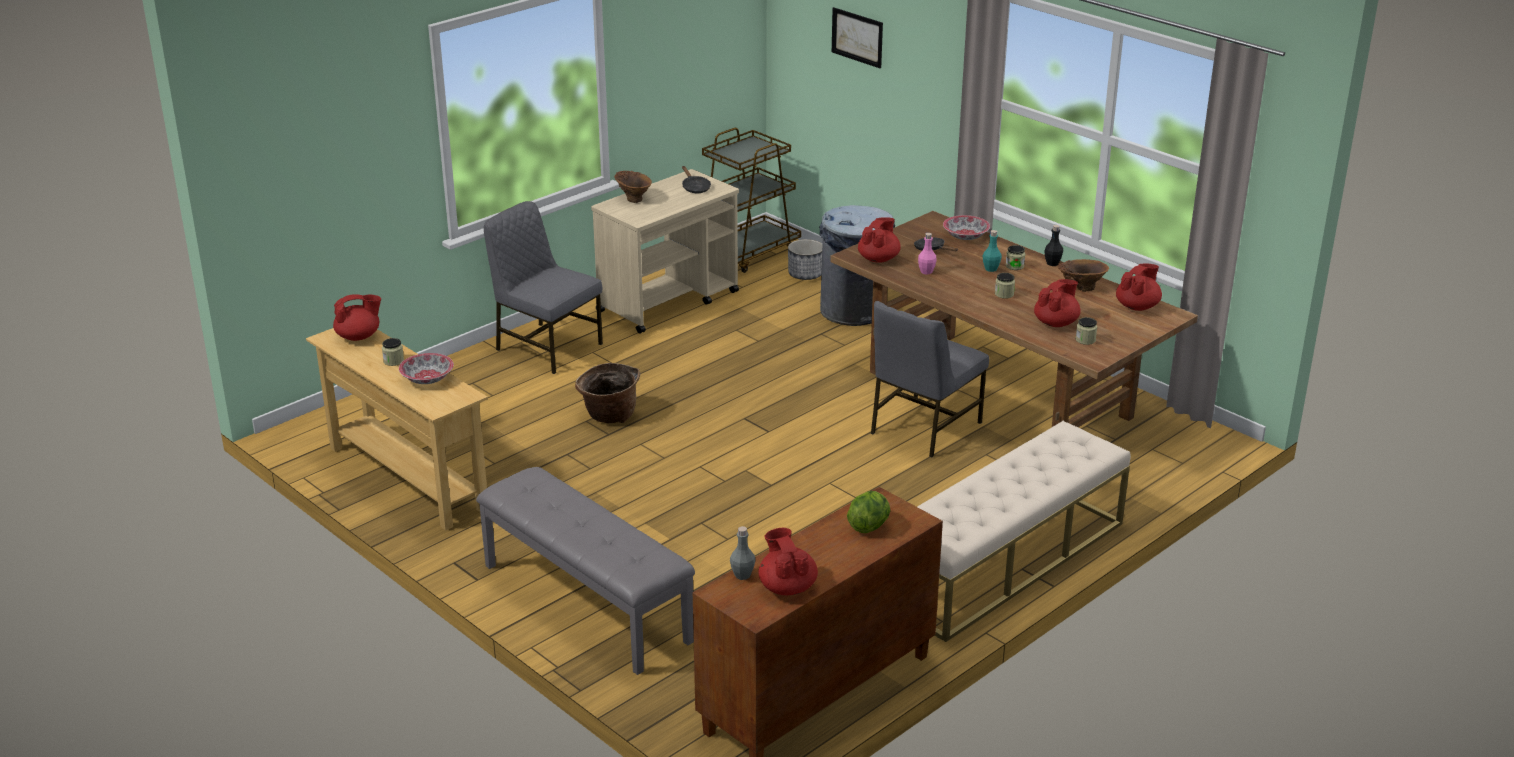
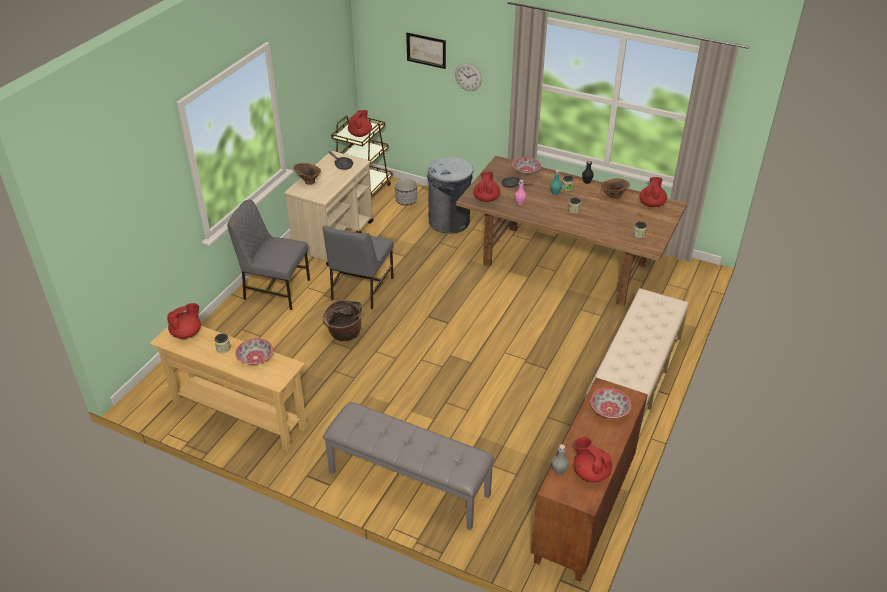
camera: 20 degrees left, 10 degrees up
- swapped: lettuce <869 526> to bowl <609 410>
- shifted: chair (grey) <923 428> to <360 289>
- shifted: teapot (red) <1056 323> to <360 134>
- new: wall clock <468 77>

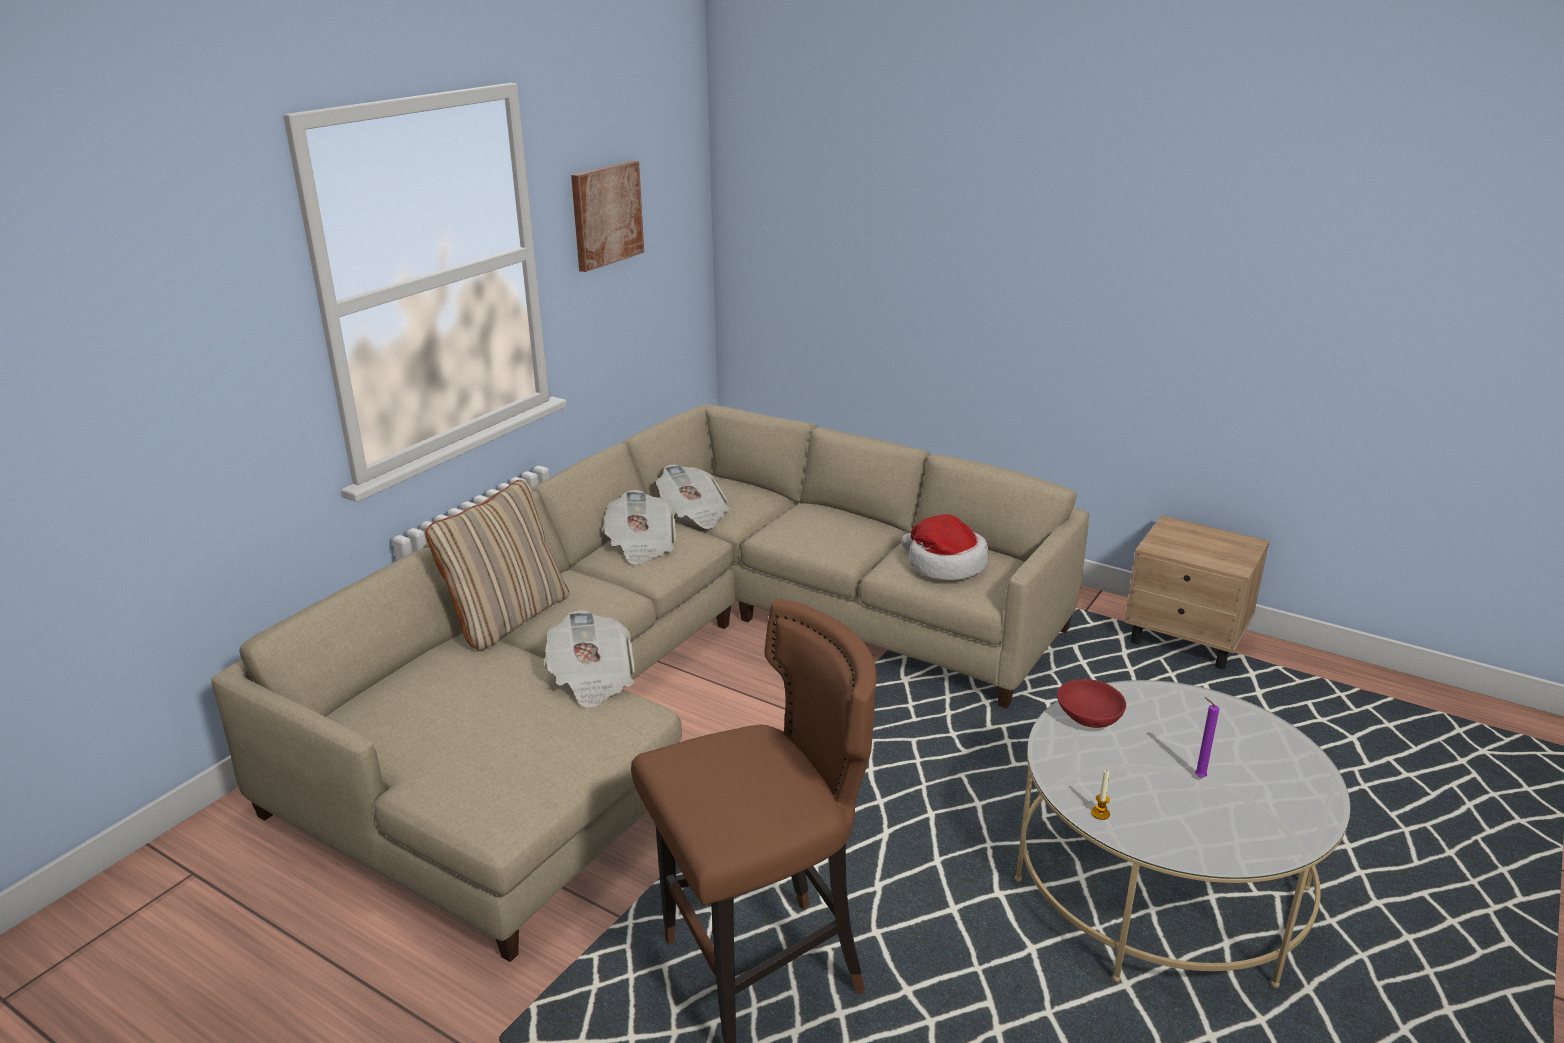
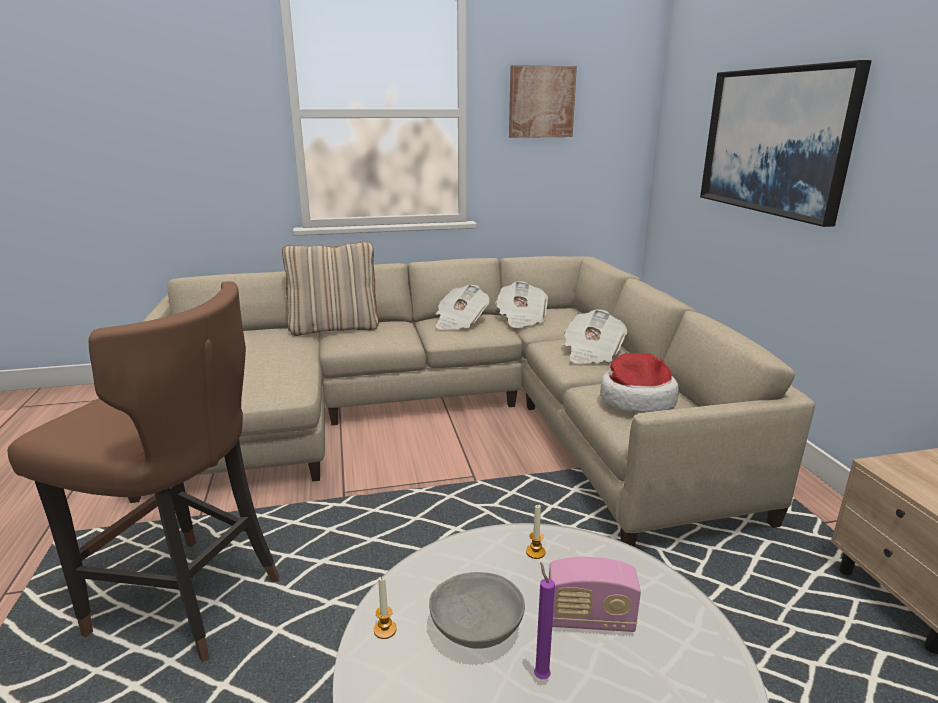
camera: 45 degrees right, 5 degrees down
- shifted: newspaper <592 679> to <591 353>
- swapped: bowl (red) <1089 718> to candle <535 552>
- new: bowl (grey) <476 630>
- new: radio <589 619>
- new: picture <775 141>

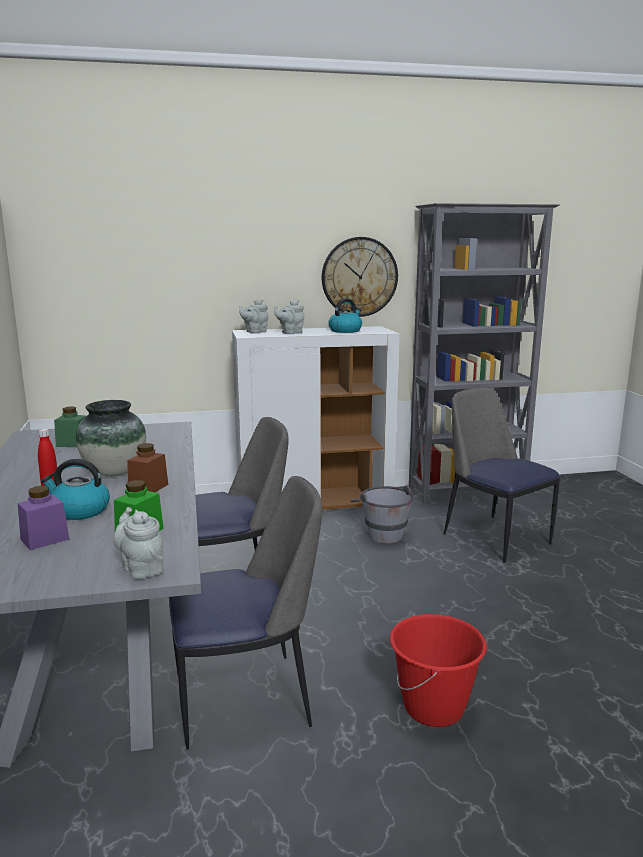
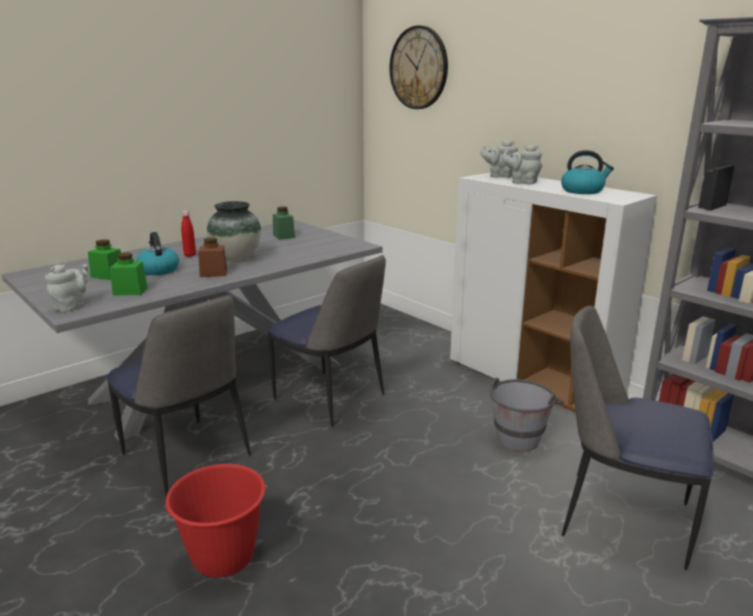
camera: 60 degrees right, 5 degrees up
- repainted: jar (purple) <45 539> to jar (green) <108 275>
- shifted: wall clock <359 277> to <419 68>
- rotated: chair <494 537> = <620 516> 90 degrees counterclockwise

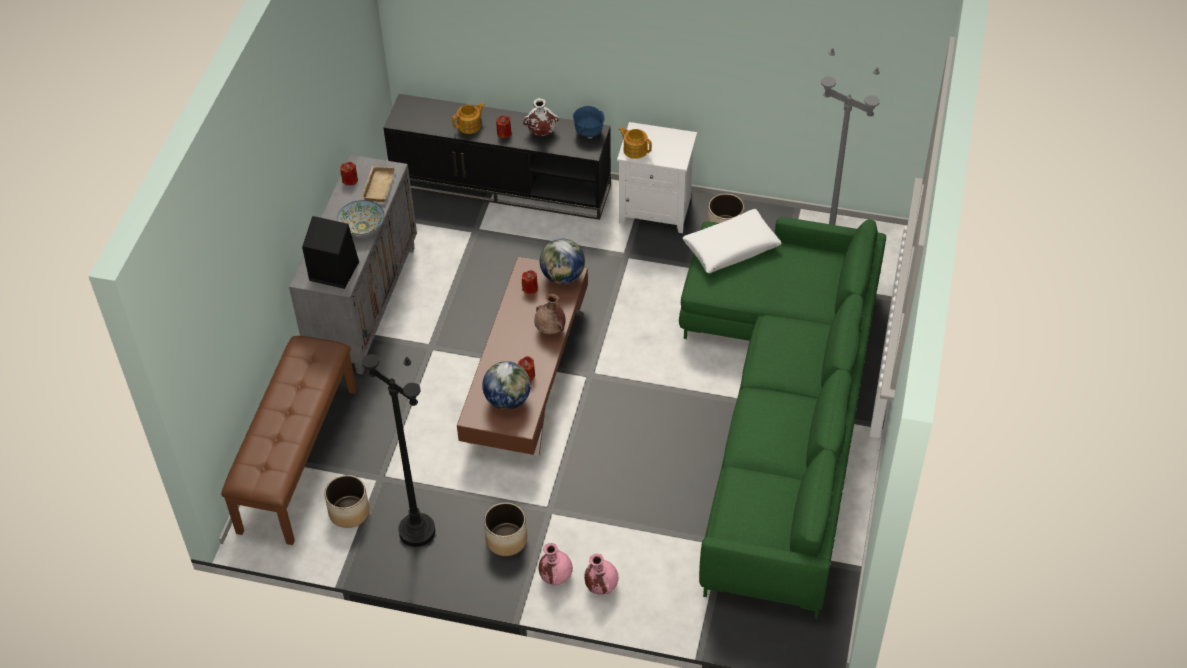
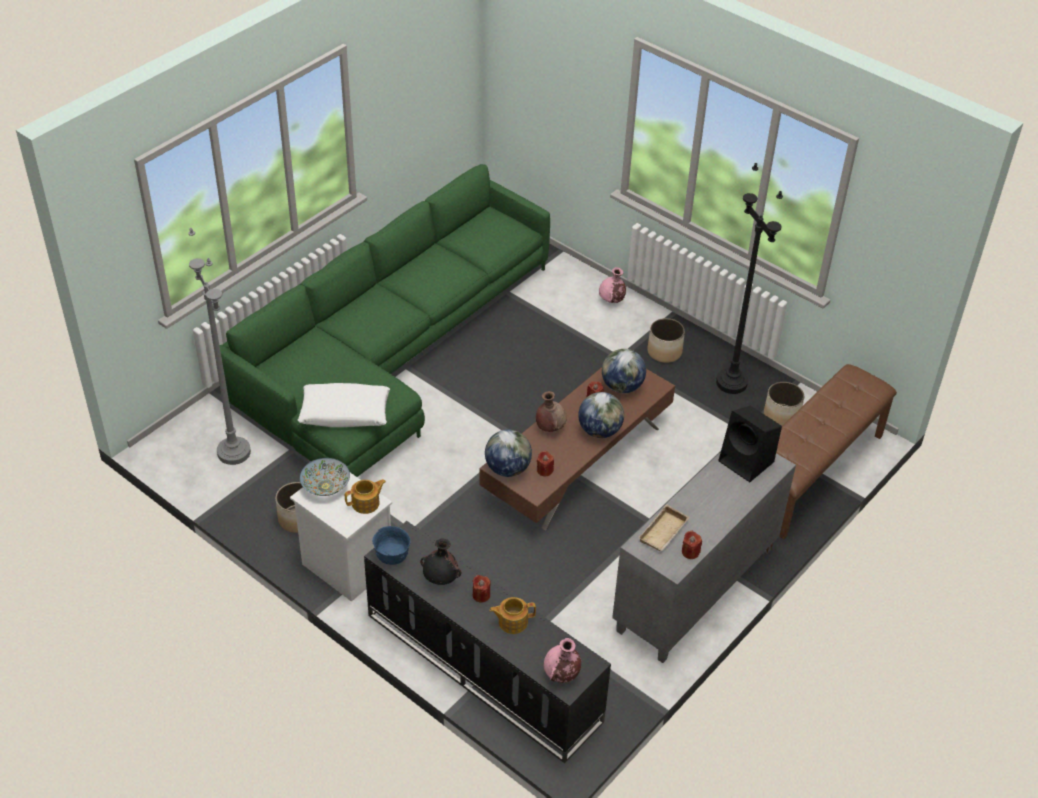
camera: 155 degrees left, 5 degrees down
- shifted: bowl <362 226> to <325 486>
- repainted: vase (white) <541 132> to vase (black) <441 579>
- shifted: vase (pink) <555 576> to <561 674>
- rotated: teapot <635 150> = <366 503> 90 degrees counterclockwise
- new: globe <599 430>

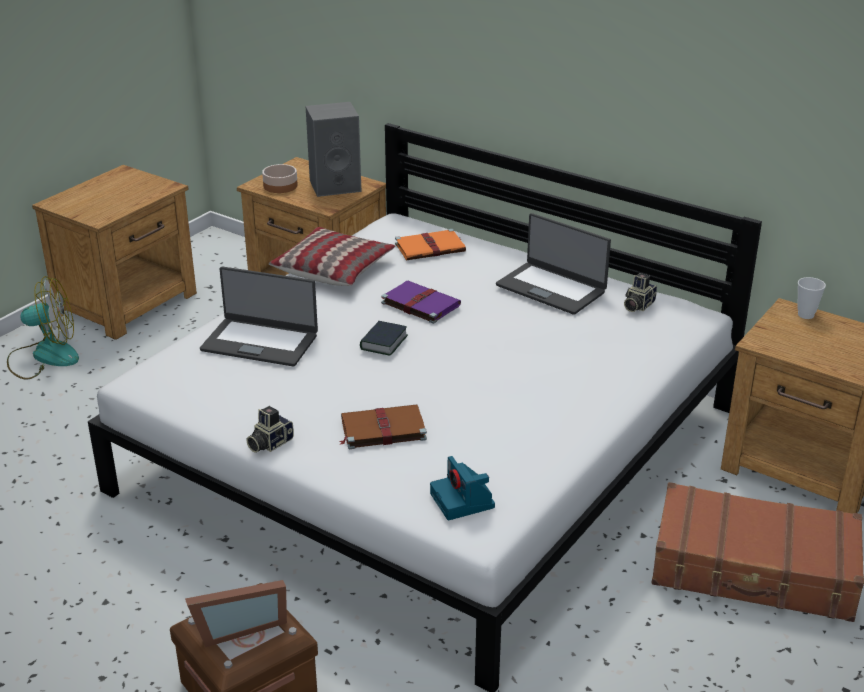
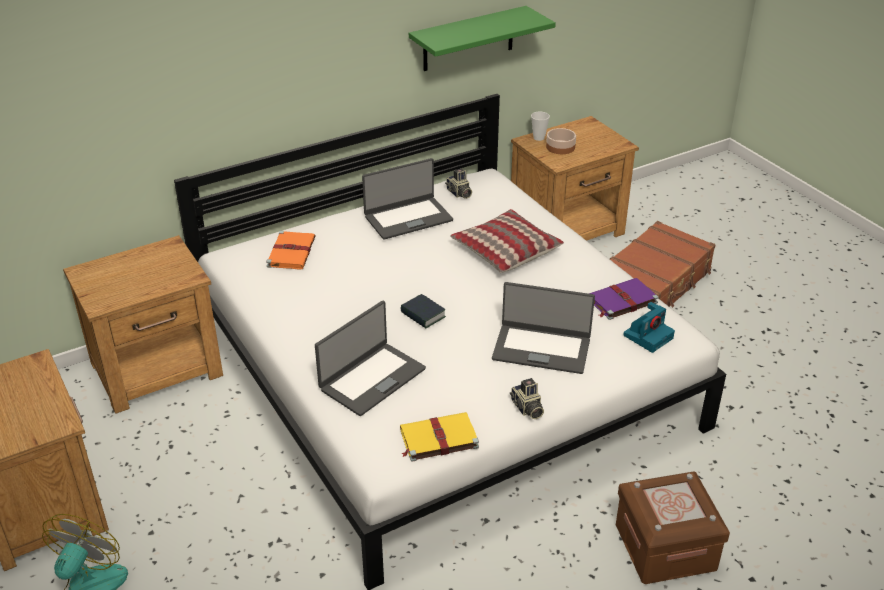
camera: 65 degrees left, 5 degrees up
- gone: picture frame <238 627>
- shifted: bowl <280 186> to <560 147>
- shifted: pillow <333 268> to <505 251>
- gone: speaker (grey) <336 185>
- swapped: book (brown) <381 429> to laptop <541 348>
- shifted: book (purple) <419 304> to <621 301>
- rotated: photo camera <463 501> = <648 336> 45 degrees counterclockwise
- new: book (yellow) <437 439>
- new: shelf (green) <468 39>

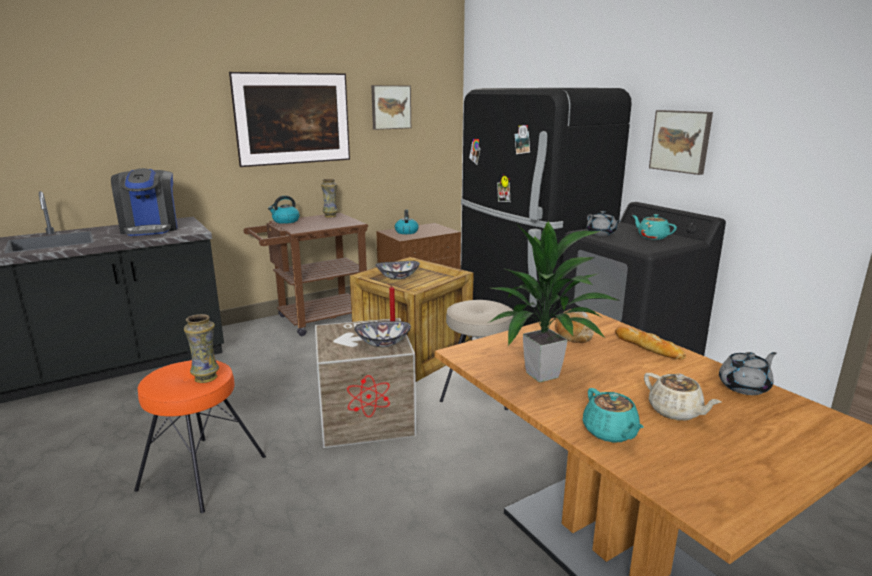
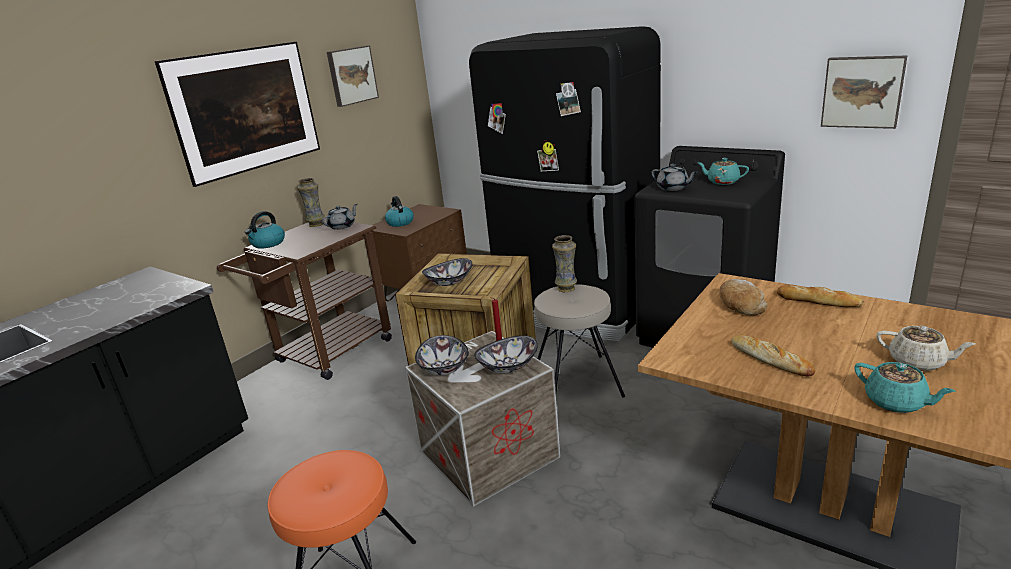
camera: 20 degrees left, 5 degrees up
- gone: coffee machine <150 229>
- shifted: vase <206 378> to <566 288>
- swapped: potted plant <544 375> to bread <770 359>
- shifted: picture <681 141> to <862 92>
- shifted: teapot (grey) <744 387> to <342 226>
- new: bowl <444 368>

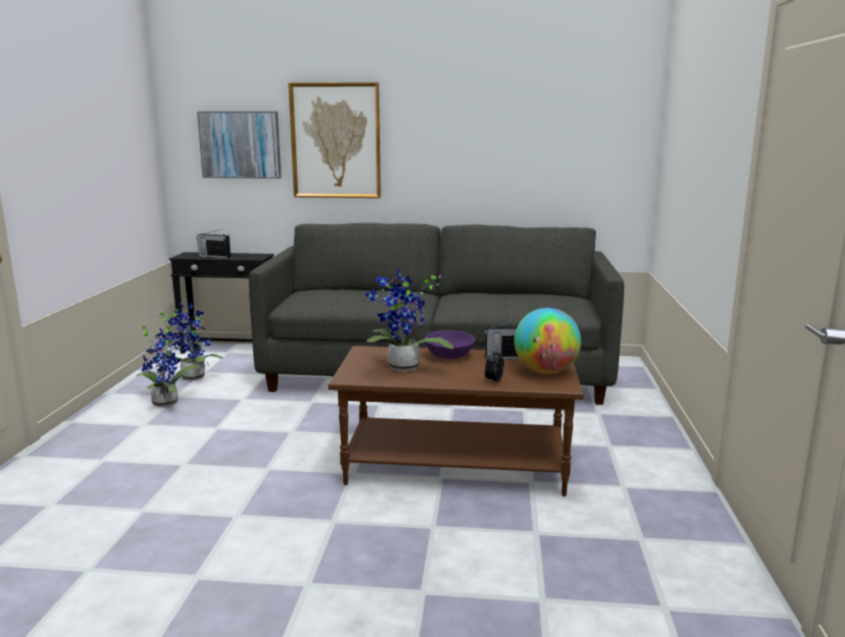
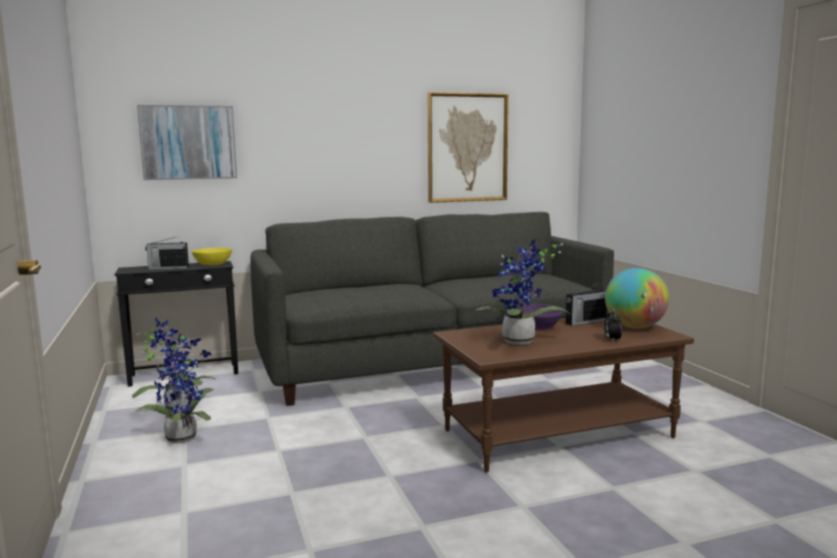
camera: 25 degrees left, 5 degrees down
- shifted: picture <336 141> to <467 147>
- new: bowl (yellow) <212 264>

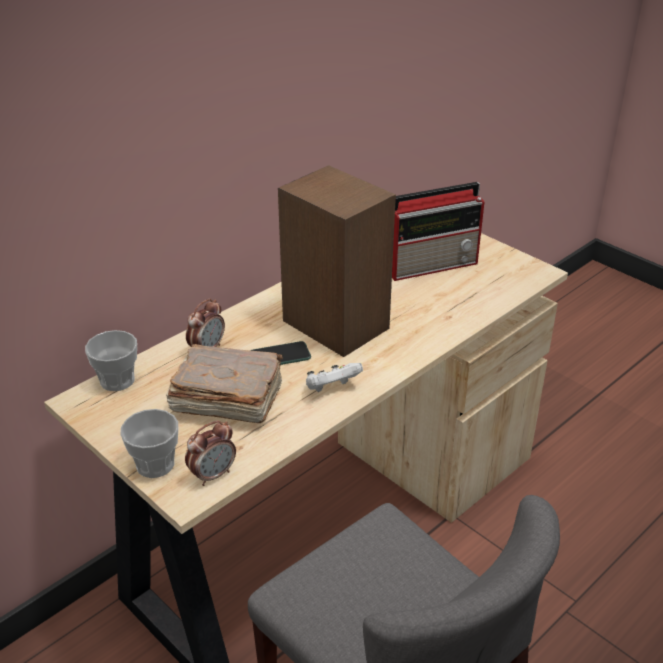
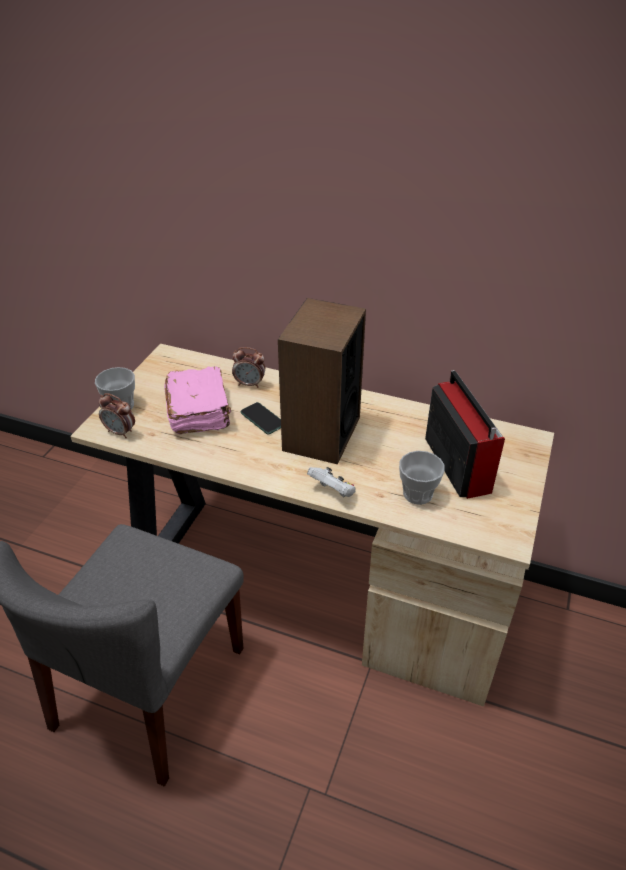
camera: 65 degrees right, 5 degrees up
- shifted: cup <117 380> to <417 494>
- repainted: book (brown) <226 399> to book (pink) <199 411>
- shifted: game controller (white) <331 388> to <333 492>
- rotated: radio <432 264> = <457 463> 150 degrees counterclockwise

